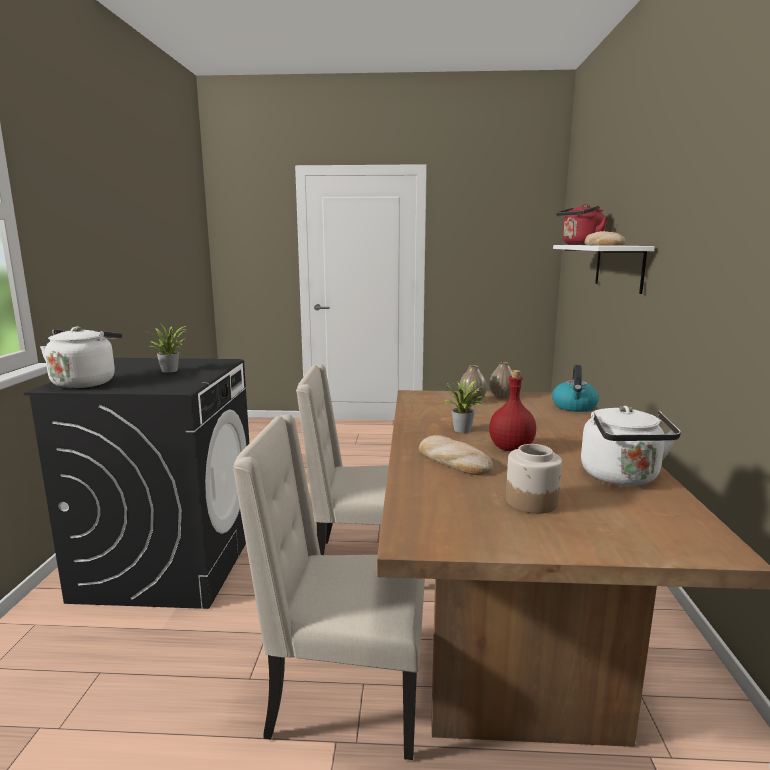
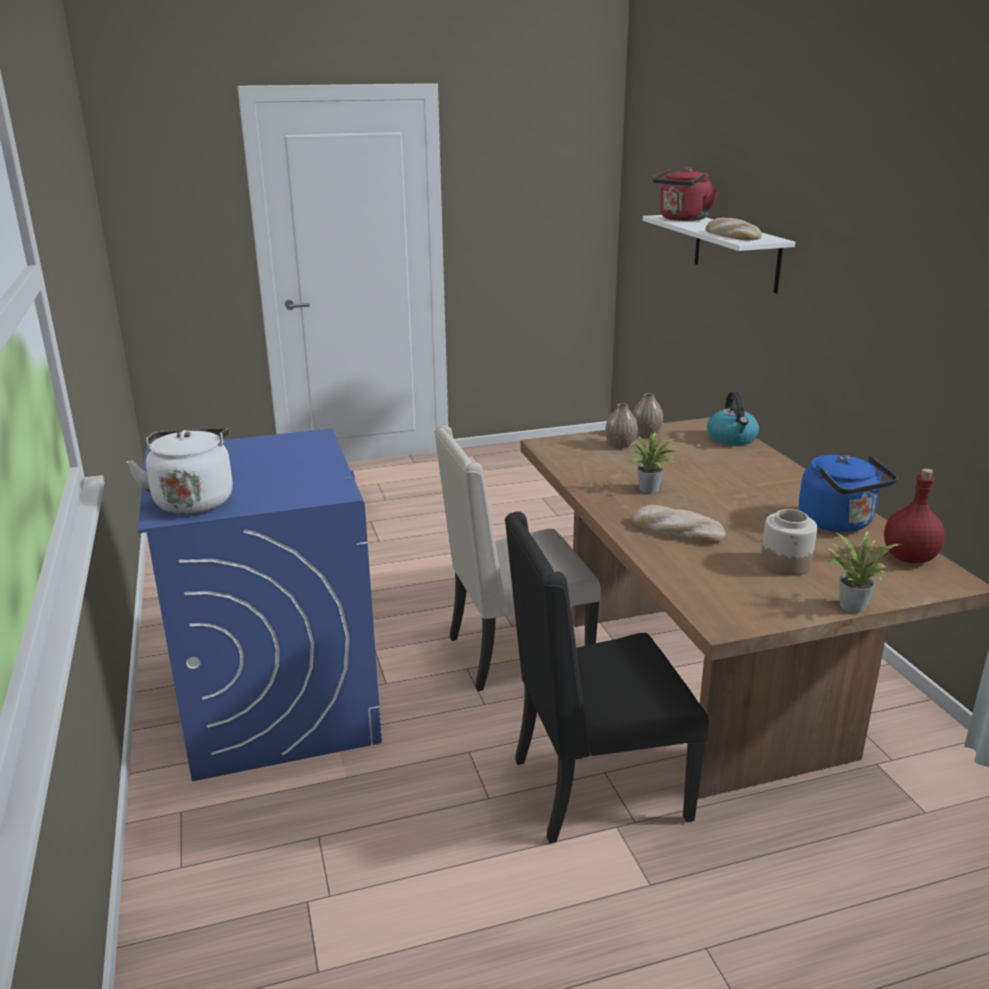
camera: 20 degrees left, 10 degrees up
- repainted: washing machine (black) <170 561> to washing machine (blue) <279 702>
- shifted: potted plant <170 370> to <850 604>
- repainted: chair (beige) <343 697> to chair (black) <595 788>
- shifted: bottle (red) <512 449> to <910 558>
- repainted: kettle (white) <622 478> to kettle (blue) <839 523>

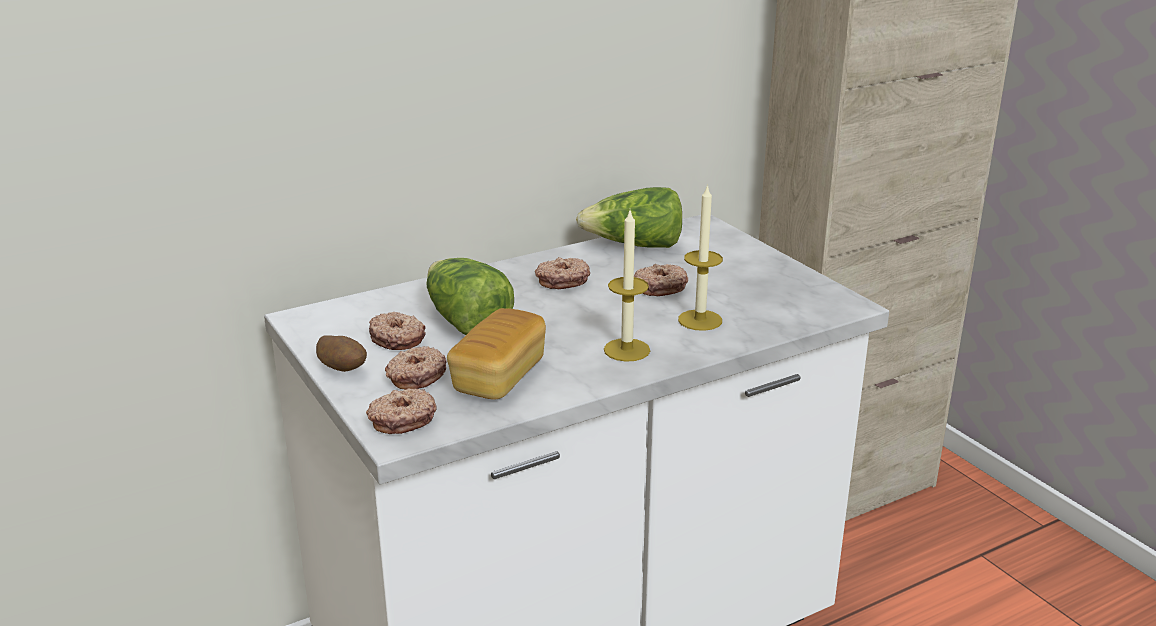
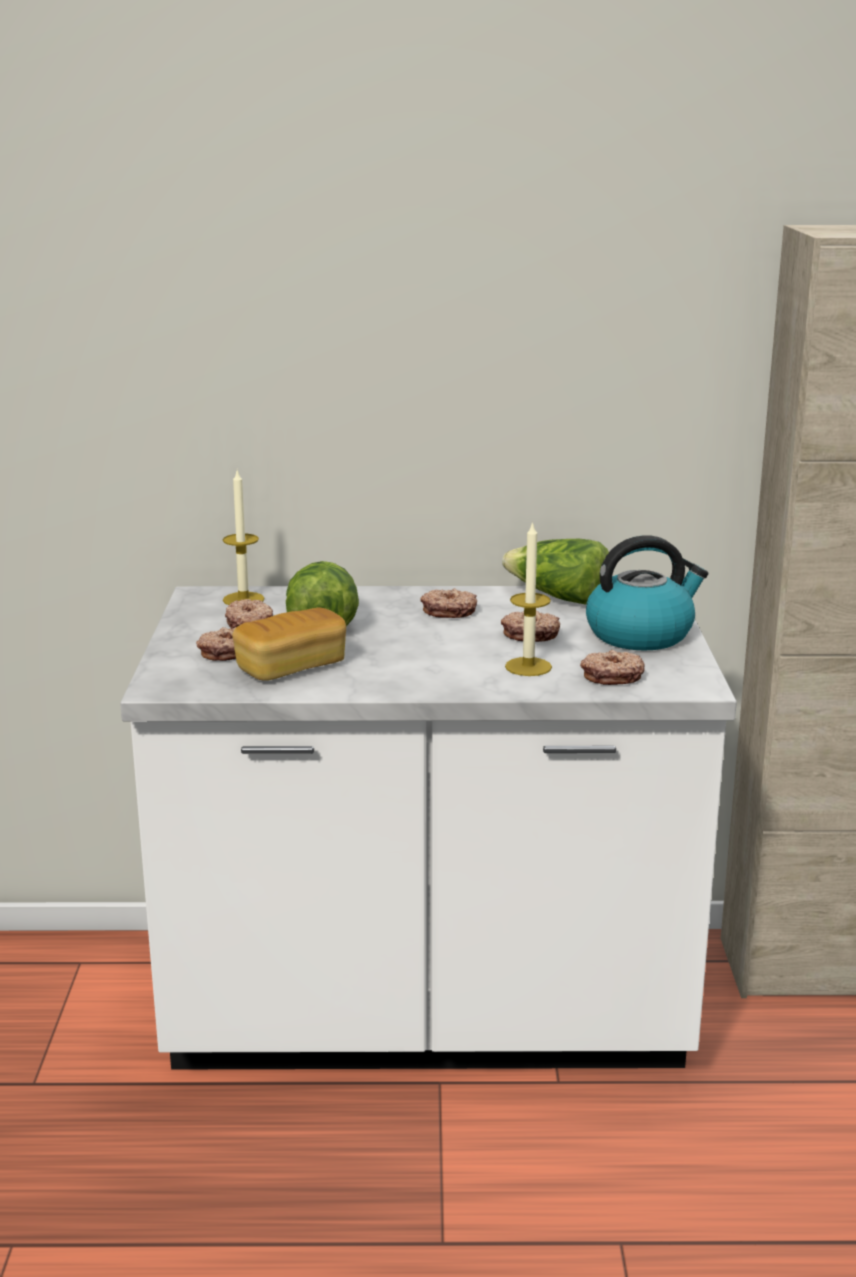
camera: 30 degrees right, 5 degrees down
- gone: potato <343 370>
- shifted: donut <402 419> to <612 676>
- shifted: candle <626 350> to <243 599>
- new: kettle <641 634>

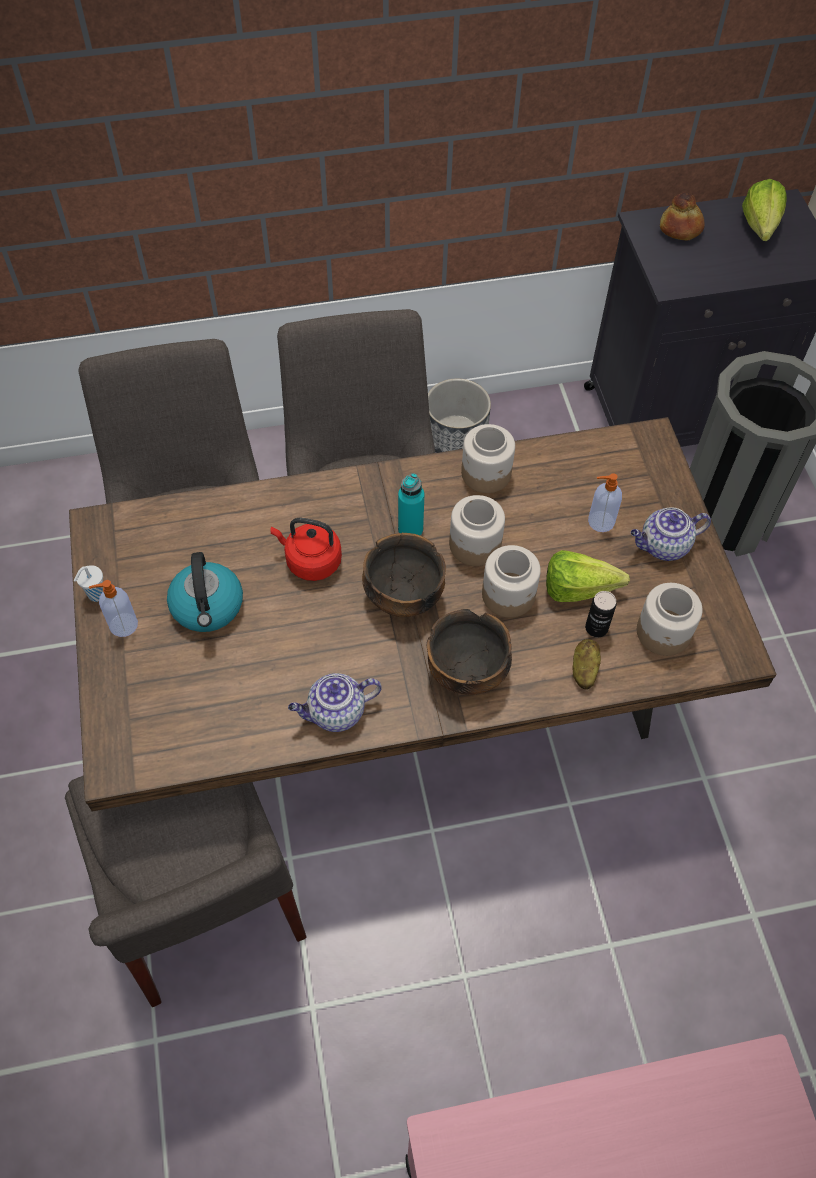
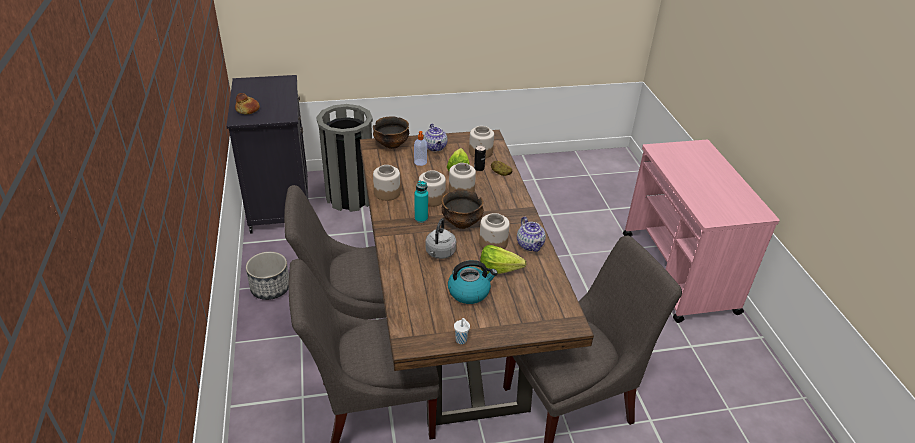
camera: 90 degrees left, 20 degrees down
- gone: soap dispenser <122 625>
- repainted: kettle (red) <310 561> to kettle (grey) <440 253>
- shifted: bowl <468 671> to <391 144>
- shifted: lettuce <758 230> to <502 271>
- new: jar <493 243>

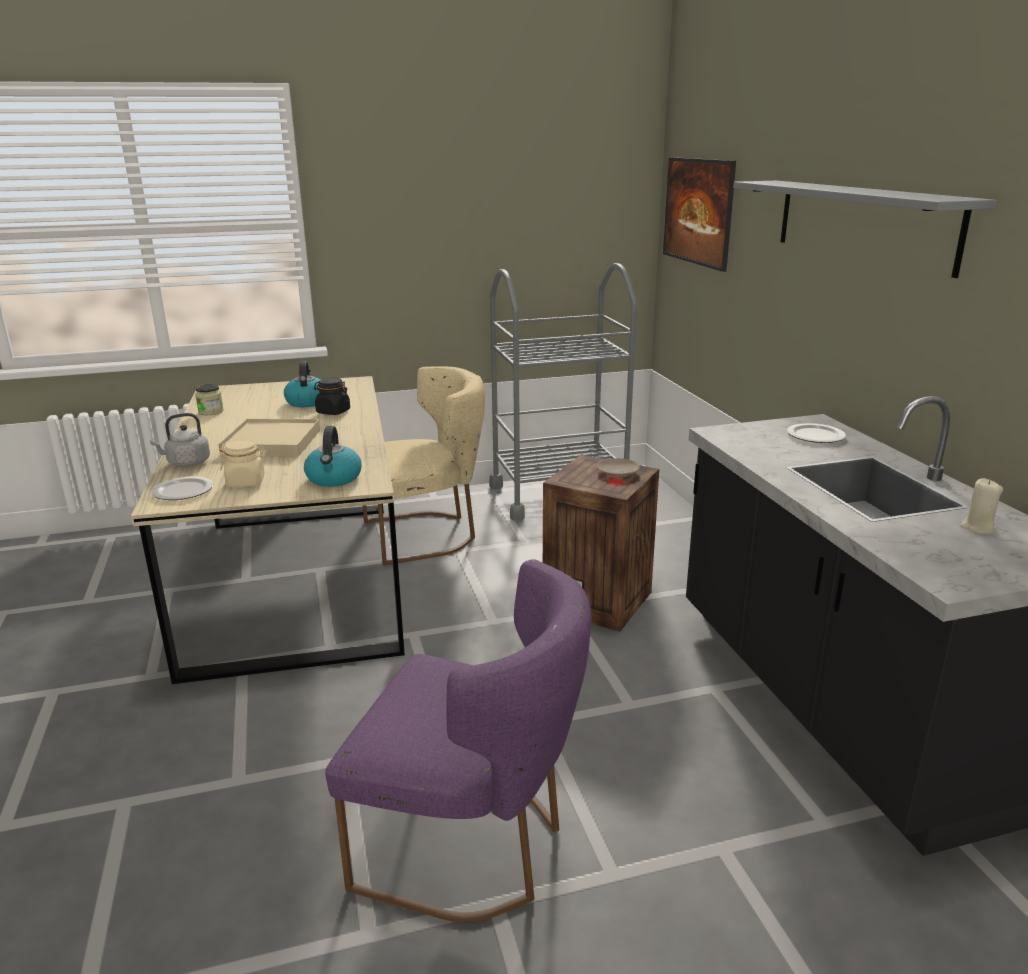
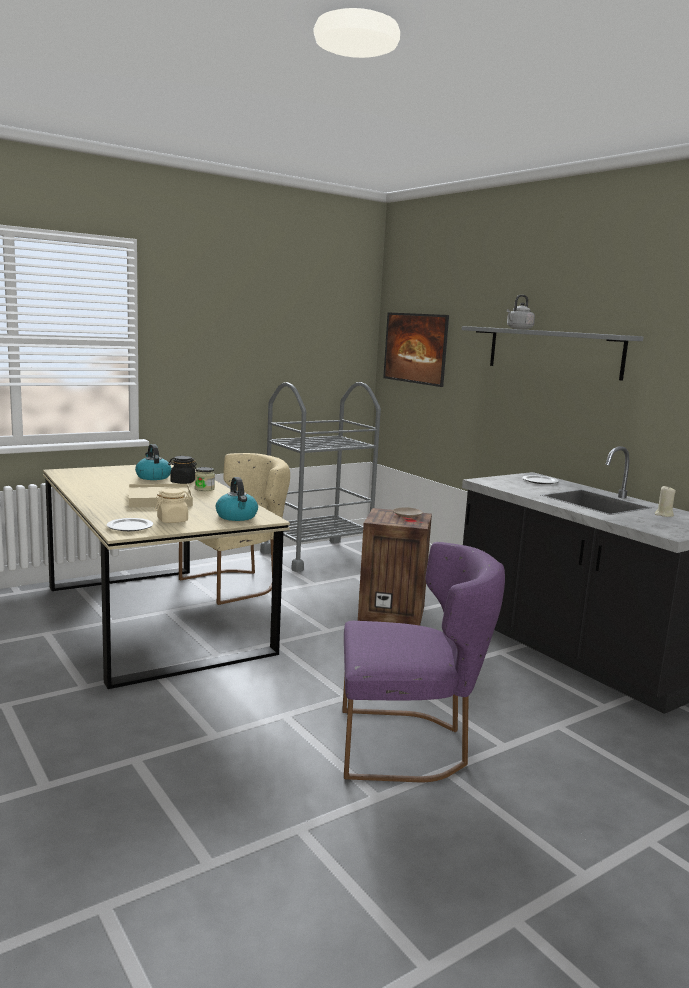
camera: 20 degrees left, 10 degrees down
- shifted: kettle (grey) <186 463> to <518 328>
- shifted: jar <211 412> to <204 489>

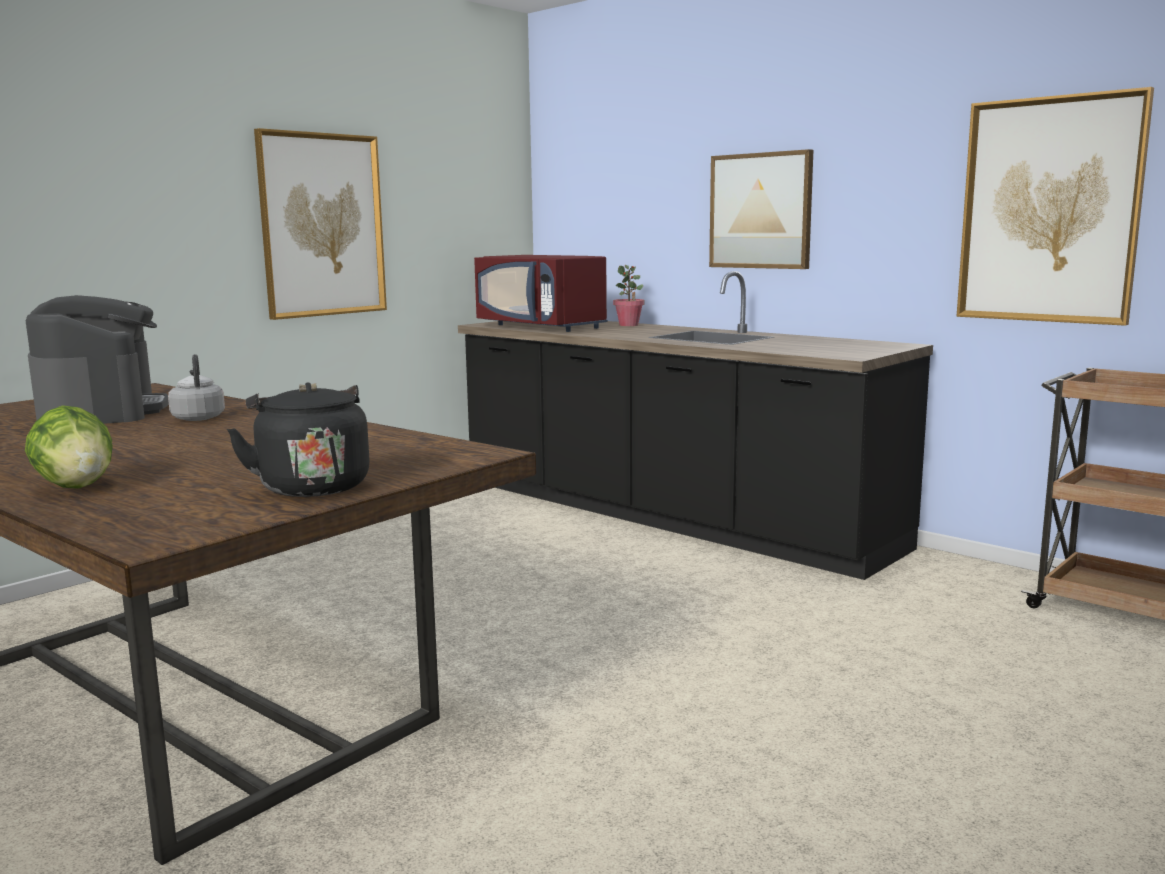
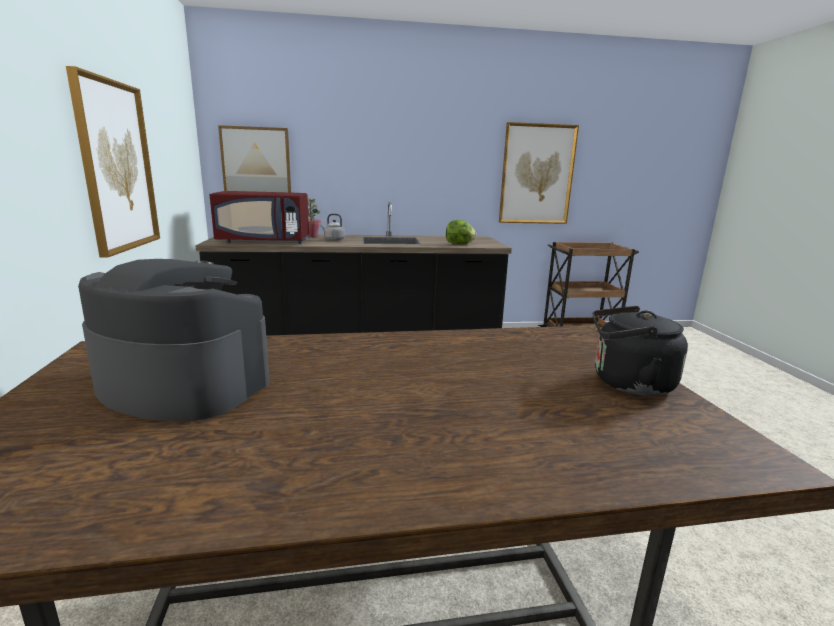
camera: 50 degrees left, 5 degrees up
- shifted: lettuce <77 486> to <459 244>
- shifted: kettle (grey) <198 418> to <333 239>
- shifted: picture <761 211> to <256 161>

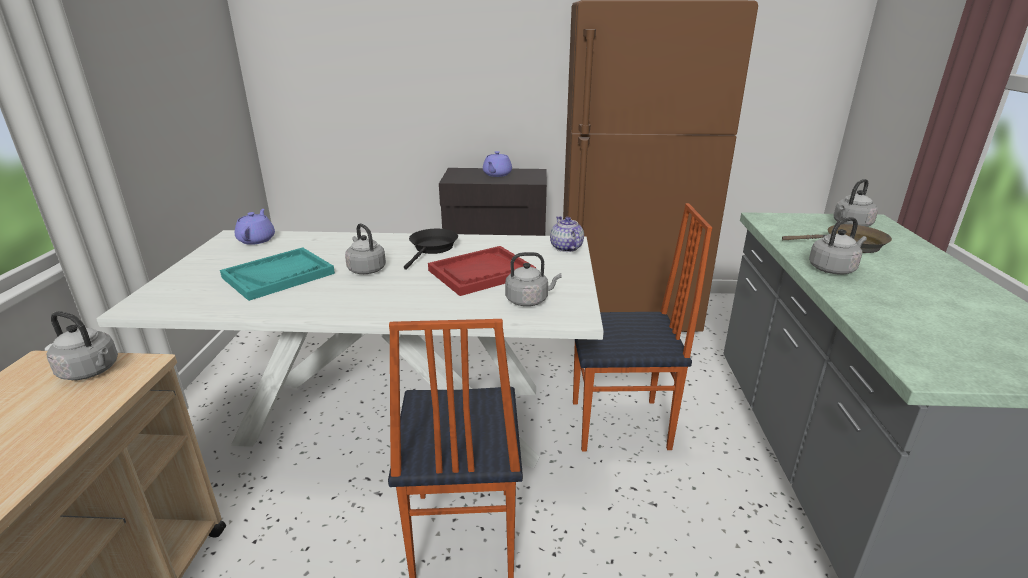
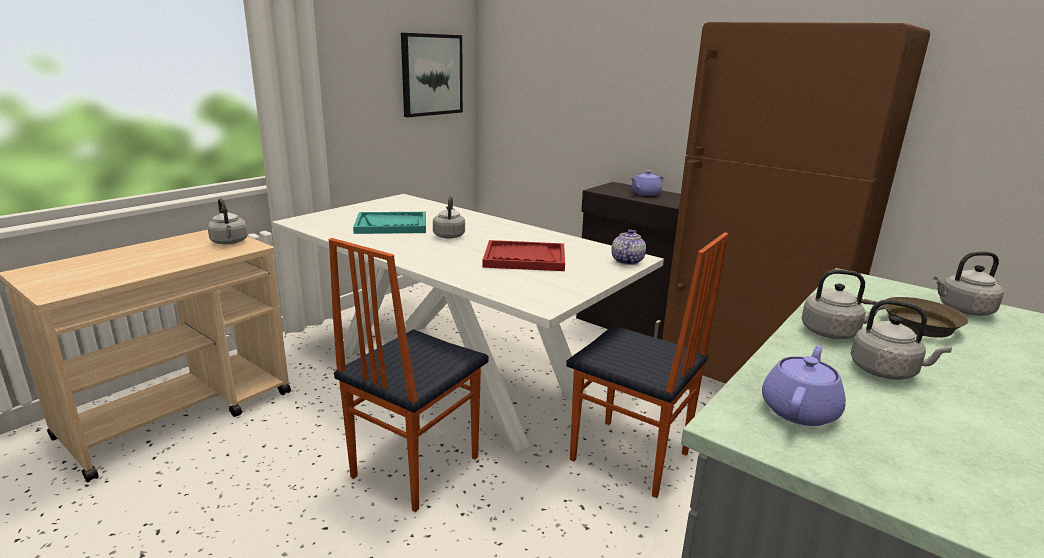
camera: 35 degrees right, 5 degrees down
- shifted: teapot (purple) <257 239> to <799 409>
- gone: frying pan (black) <432 248>
- shifted: kettle (grey) <529 300> to <886 371>
- new: picture <431 75>

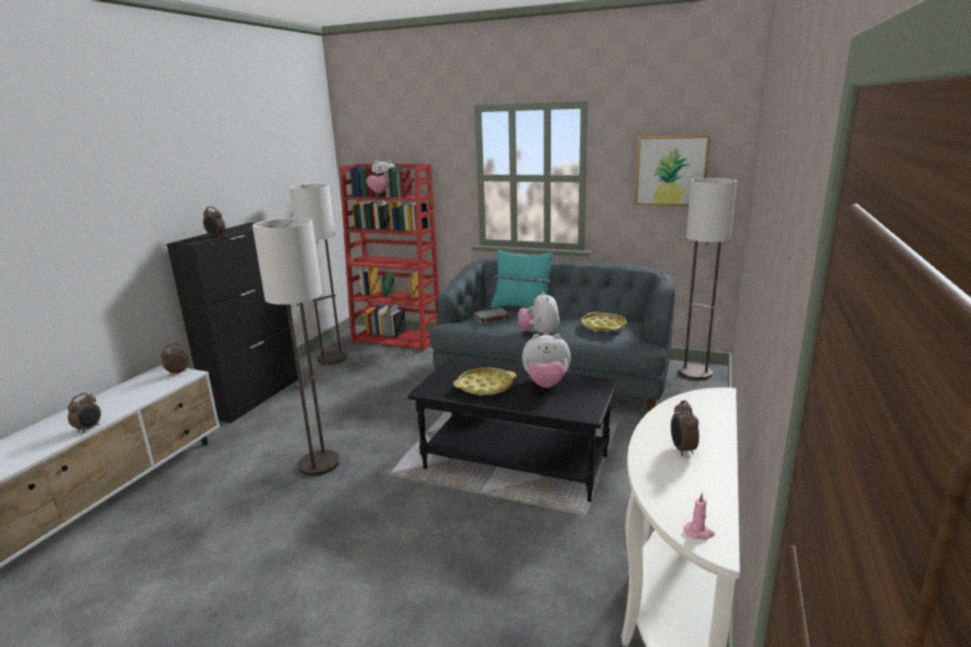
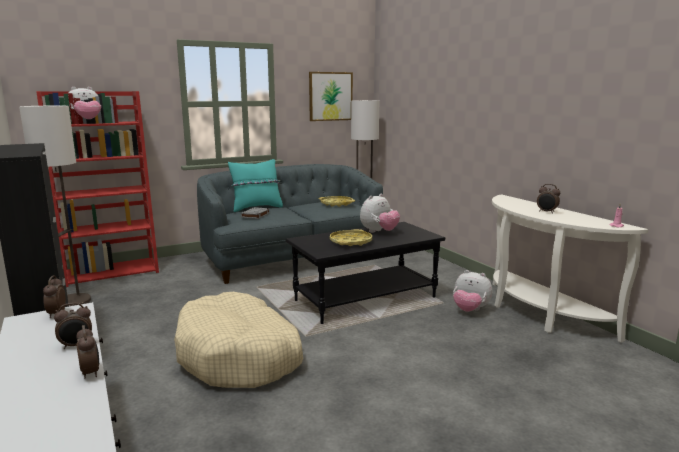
camera: 50 degrees left, 5 degrees down
- shifted: alarm clock <216 236> to <76 345>
- swapped: floor lamp <319 463> to dog bed (beige) <239 356>
- shifted: plush toy <539 334> to <470 310>

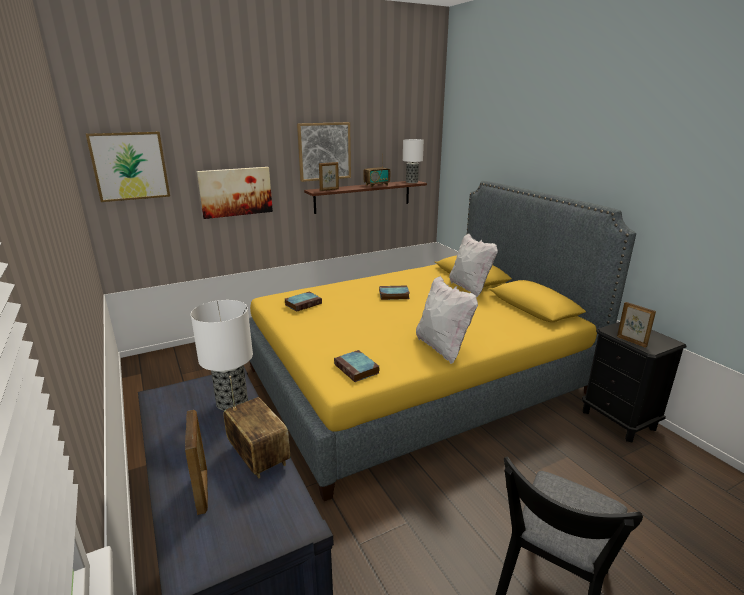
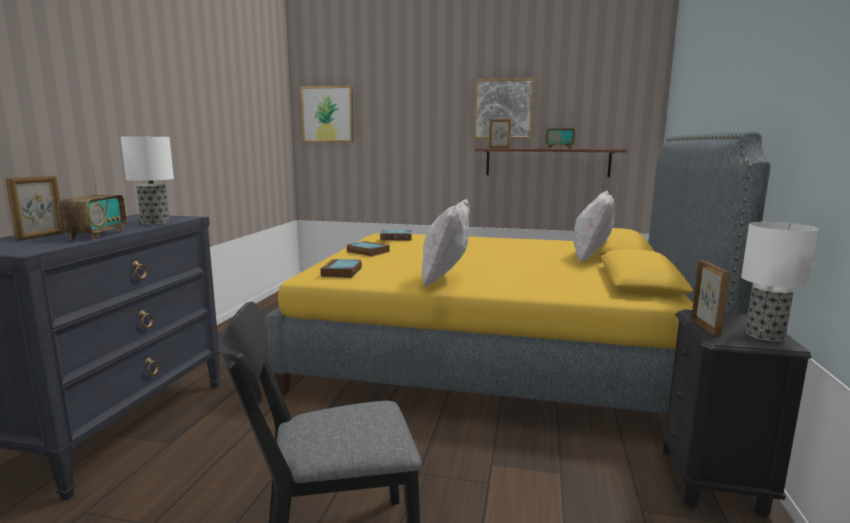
camera: 40 degrees right, 10 degrees down
- gone: picture <235 192>
- shifted: book <393 295> to <367 252>
- shifted: table lamp <411 182> to <763 335>

